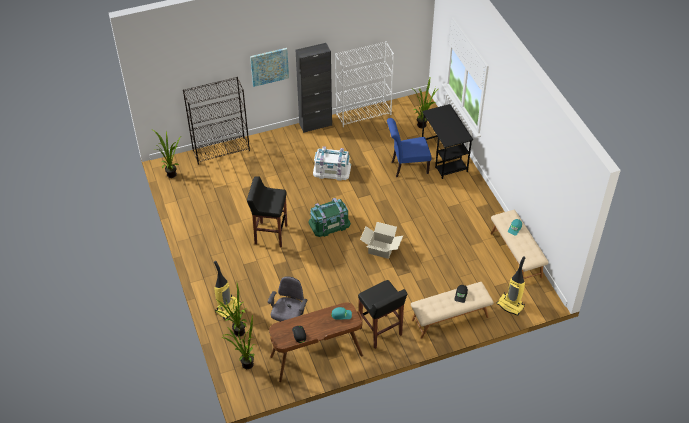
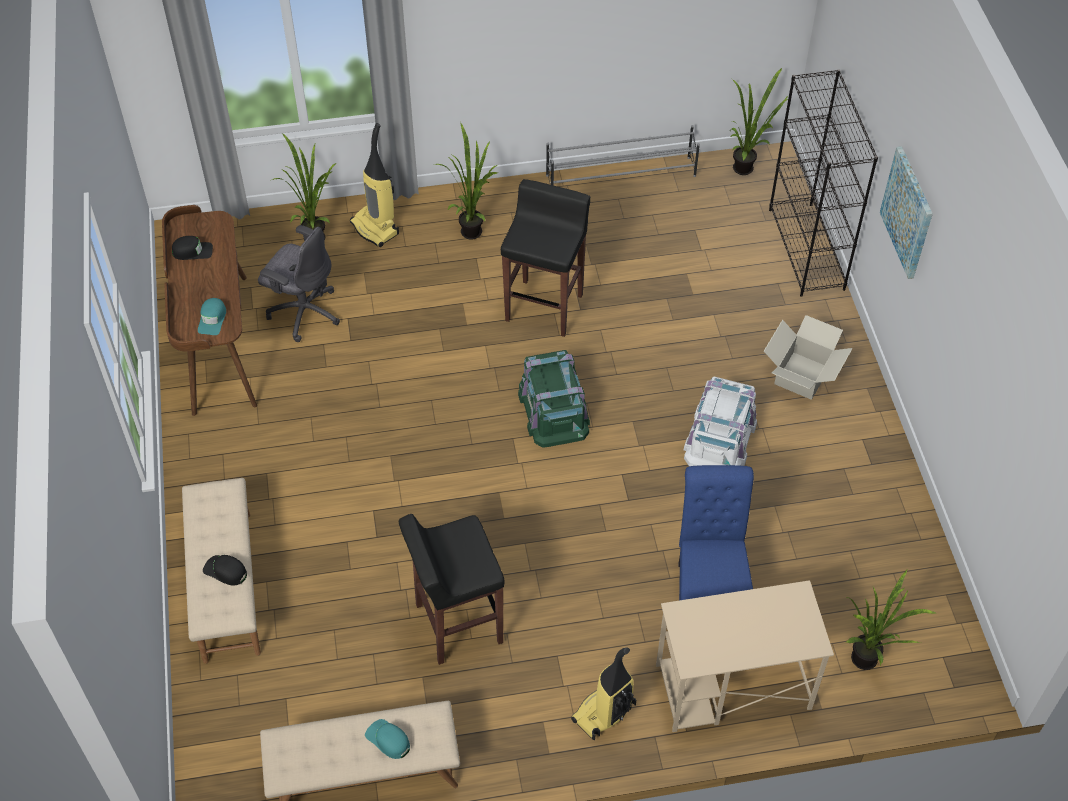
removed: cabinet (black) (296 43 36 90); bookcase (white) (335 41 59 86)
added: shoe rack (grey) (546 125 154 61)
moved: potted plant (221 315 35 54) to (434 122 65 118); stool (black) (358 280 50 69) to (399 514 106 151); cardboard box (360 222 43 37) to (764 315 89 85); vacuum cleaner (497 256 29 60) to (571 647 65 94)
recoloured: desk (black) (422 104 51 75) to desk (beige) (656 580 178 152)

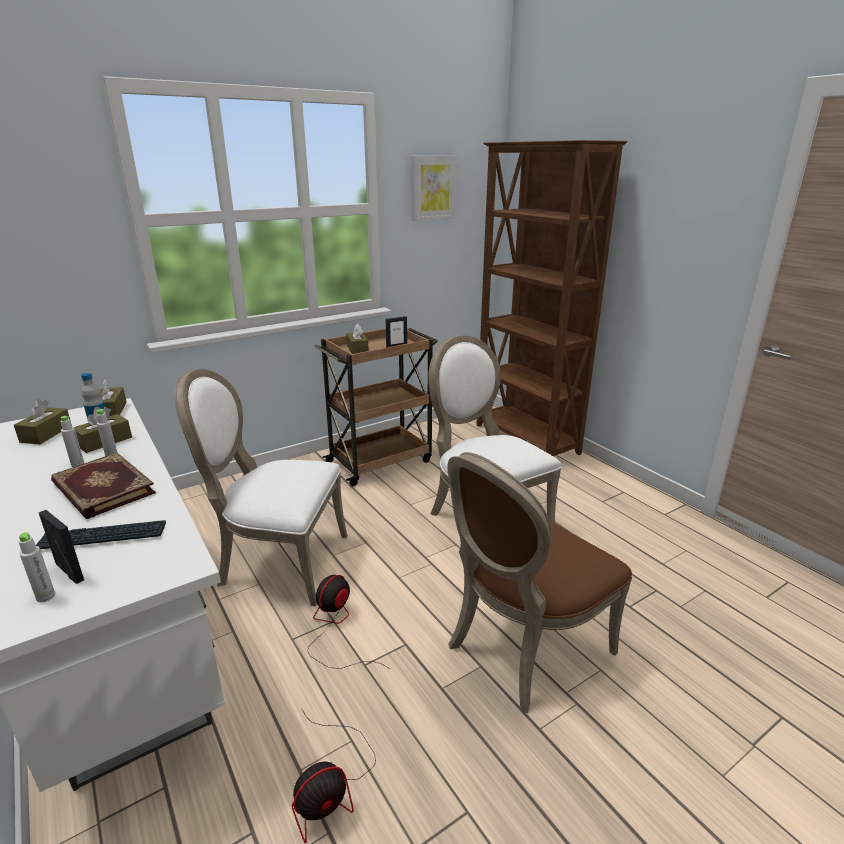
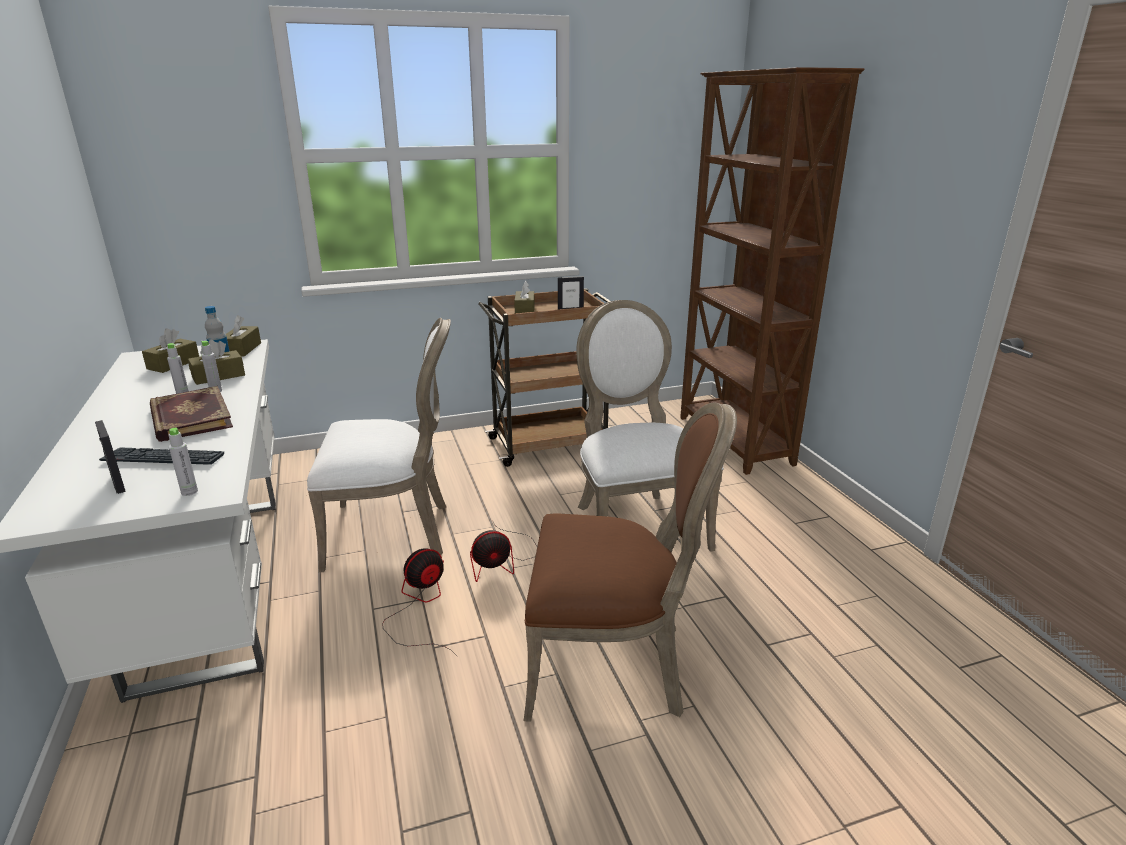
removed: picture (411 155 46 66)
moved: bottle (grey) (19 533 36 69) to (169 428 29 68); fan (292 708 84 136) to (470 520 67 62)
turned: chair (white) (174 369 174 237) = (307 318 144 254) 150 degrees clockwise; chair (brown) (448 452 184 261) = (524 402 213 320) 150 degrees counterclockwise

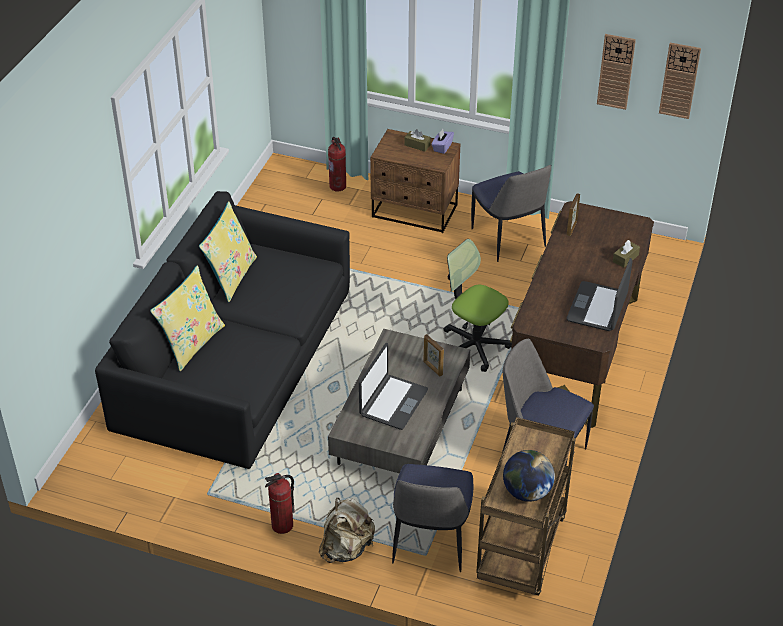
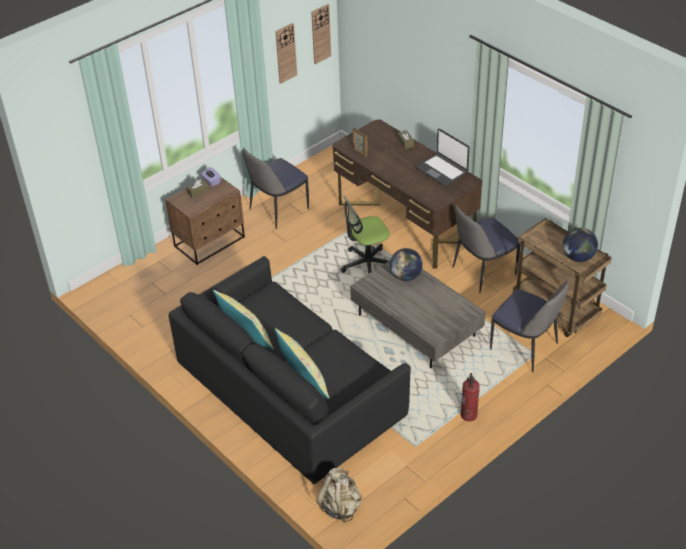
removed: fire extinguisher (328 137 18 54); laptop (359 343 69 87)
moved: backpack (beige) (319 498 56 65) to (316 468 46 54)
replaced: picture frame (423 334 21 43) to globe (390 248 33 33)
turned: chair (471 165 80 97) = (242 148 67 81) 135 degrees clockwise

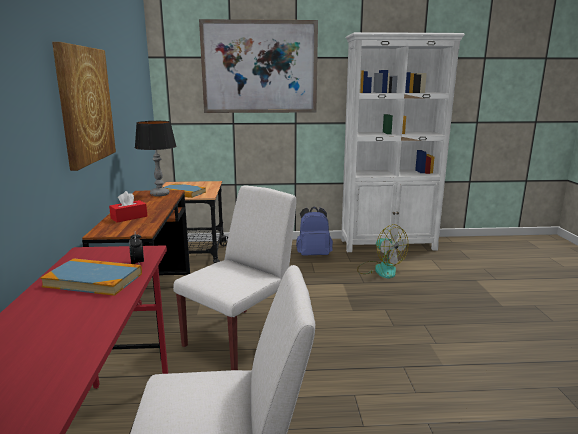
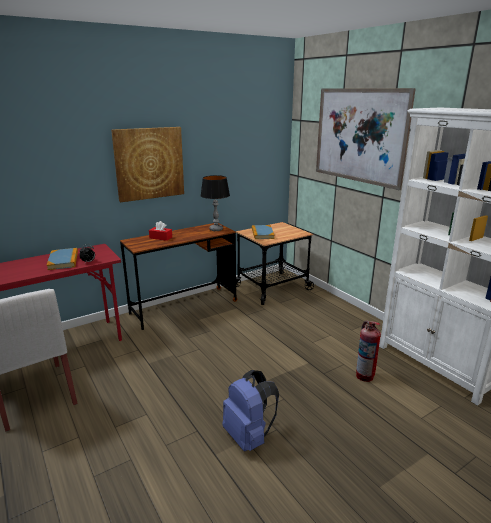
removed: chair (white) (173 185 124 185)
moved: backpack (blue) (296 207 37 49) to (222 370 57 82)
replaced: fan (357 224 51 54) to fire extinguisher (356 320 25 62)

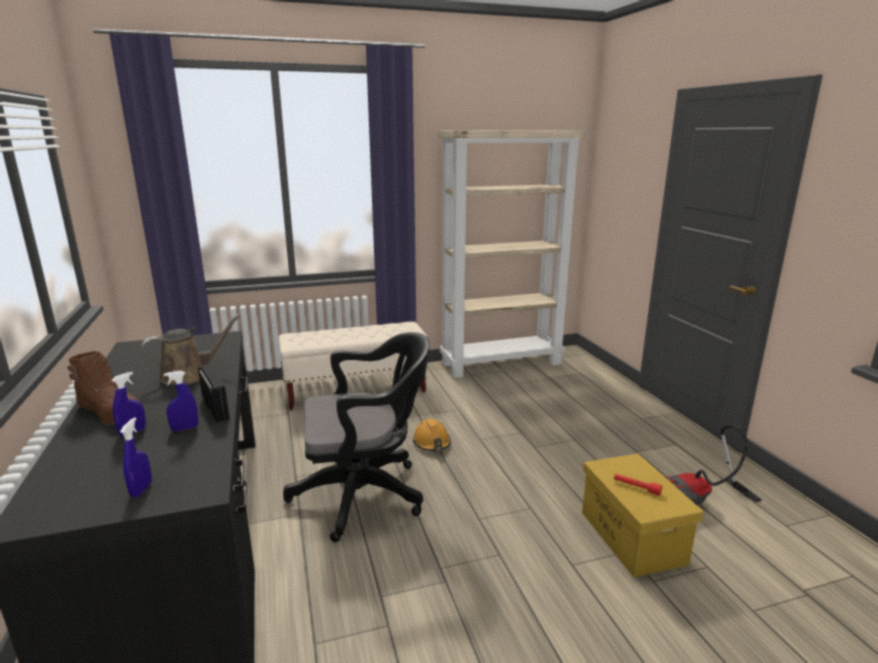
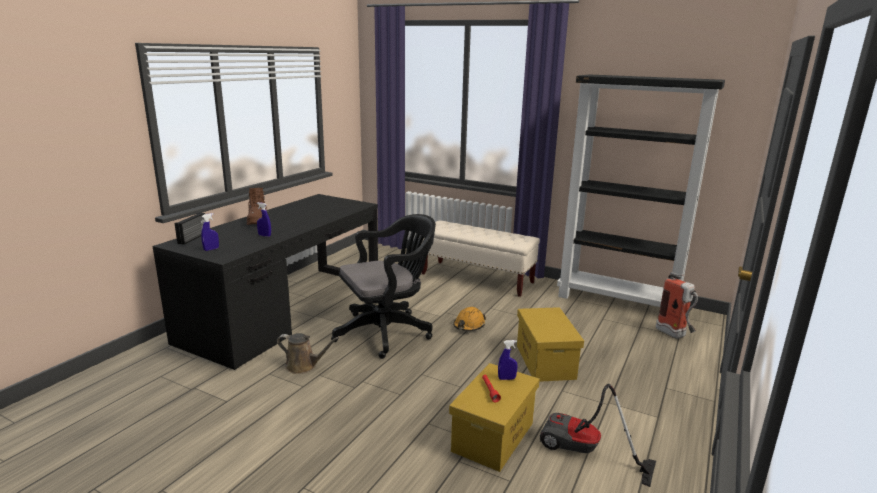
added: storage box (yellow) (517 307 67 75); fire extinguisher (656 272 42 67)
moved: spray bottle (blue) (112 372 34 65) to (498 340 20 40); watering can (brown) (141 314 100 71) to (277 333 62 41); radio (198 364 32 58) to (175 213 30 32)
recoloured: bookcase (beige) (438 130 147 248) to bookcase (black) (557 74 168 233)
turned: office chair (black) (283 332 147 210) = (331 214 105 145) 60 degrees counterclockwise

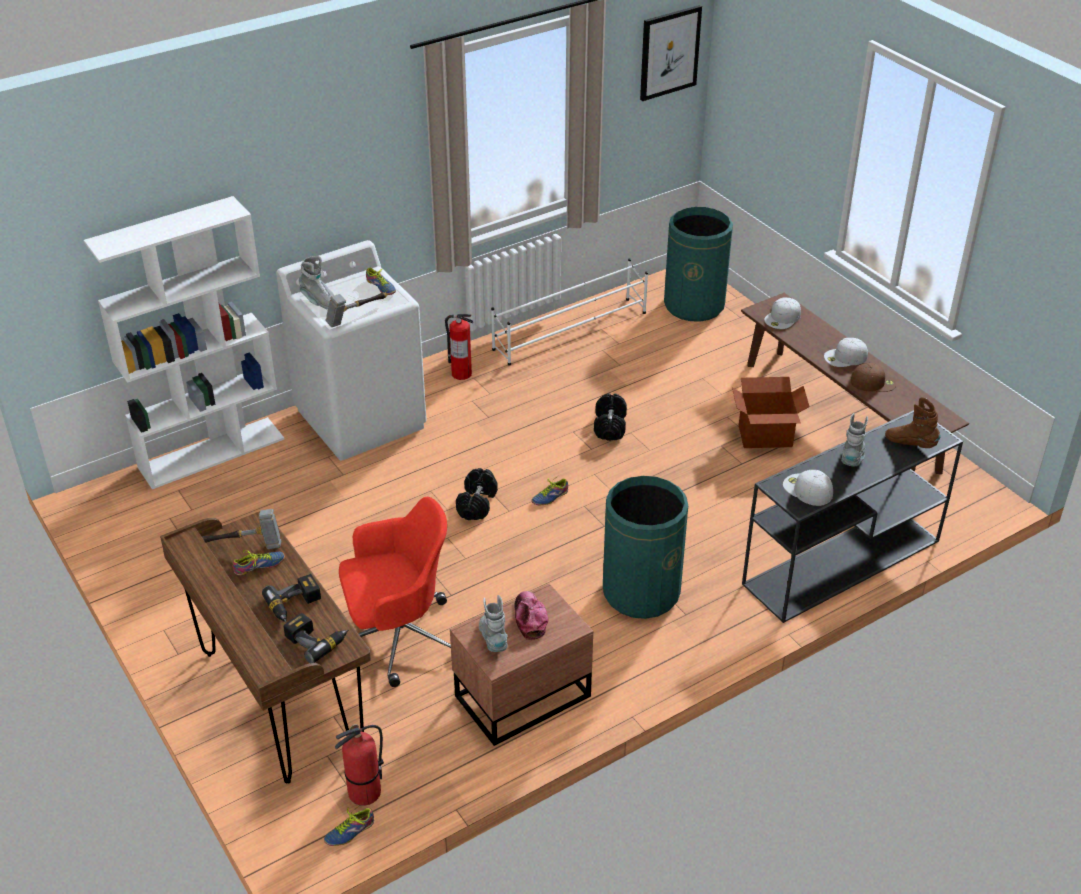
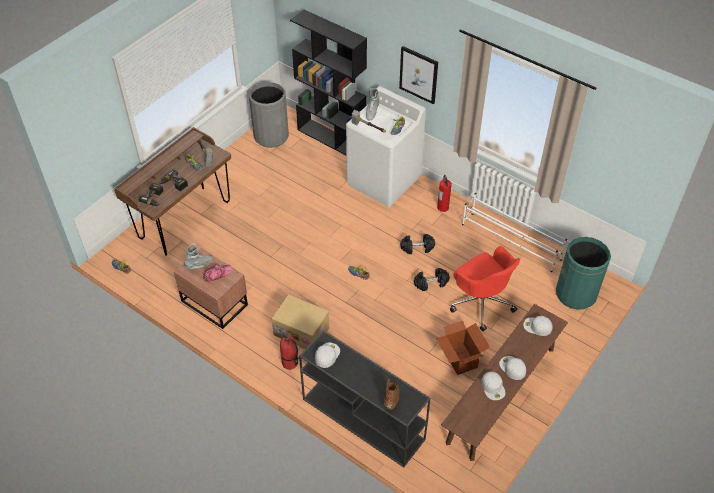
removed: boot (grey) (841 413 27 54)
added: trash can (grey) (249 82 40 66)
moved: fire extinguisher (335 724 49 82) to (278 329 21 41); office chair (red) (339 497 112 190) to (450 246 70 85); dumbbell (black) (456 468 42 52) to (400 234 35 20); picture (640 5 62 96) to (399 46 39 58)
replaced: trash can (green) (603 476 85 143) to cardboard box (272 294 57 55)
recoloured: bookcase (white) (84 196 200 293) to bookcase (black) (290 10 77 145); cap (brown) (851 363 45 29) to cap (white) (481 372 24 28)

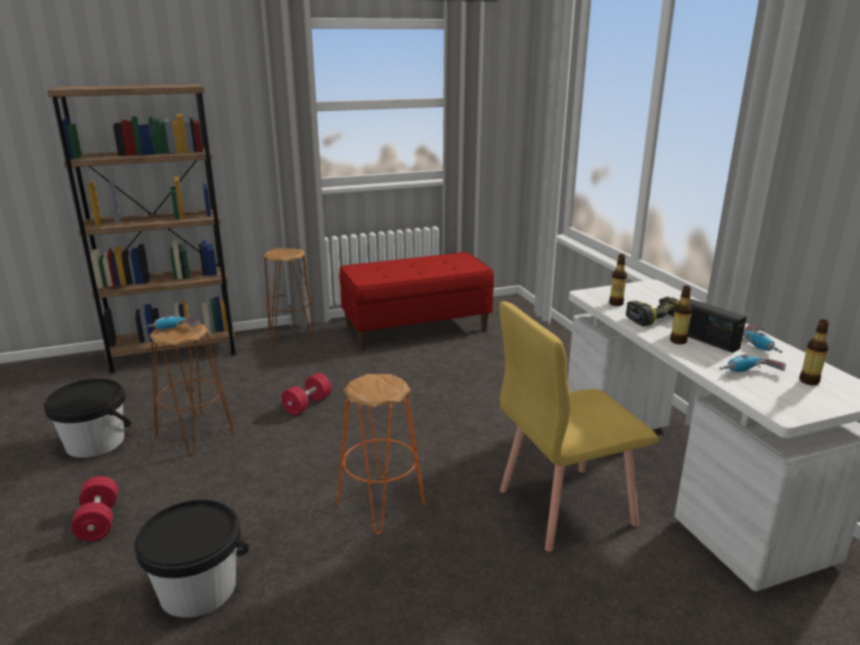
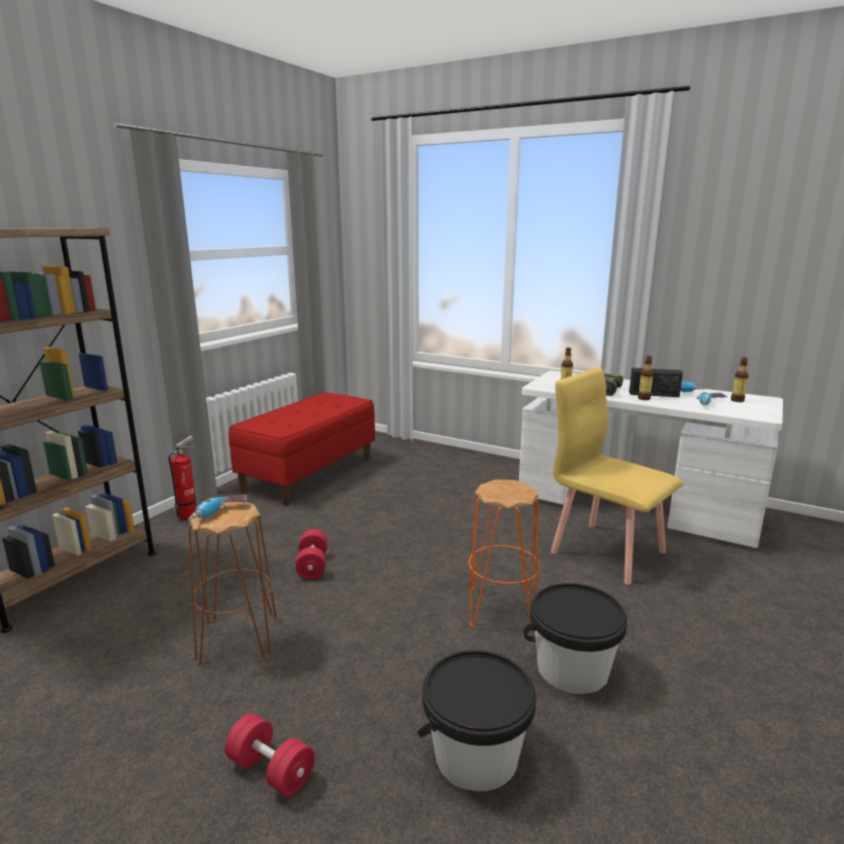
moved: bucket (black) (44 378 87 80) to (523 583 104 111)
replaced: stool (brown) (263 248 52 96) to fire extinguisher (168 436 29 84)
turned: chair (yellow) (499 301 160 251) = (551 367 132 218) 105 degrees clockwise

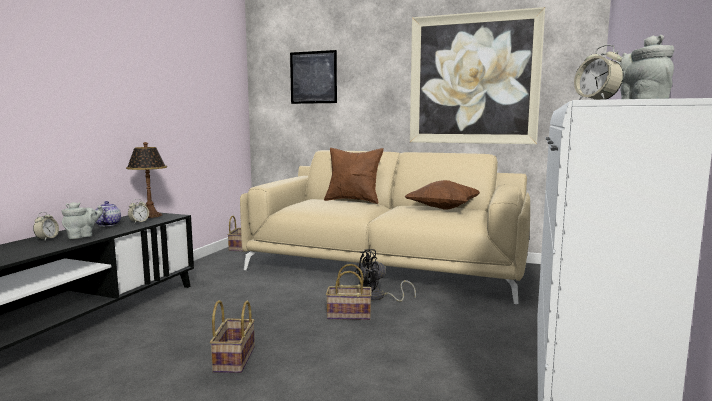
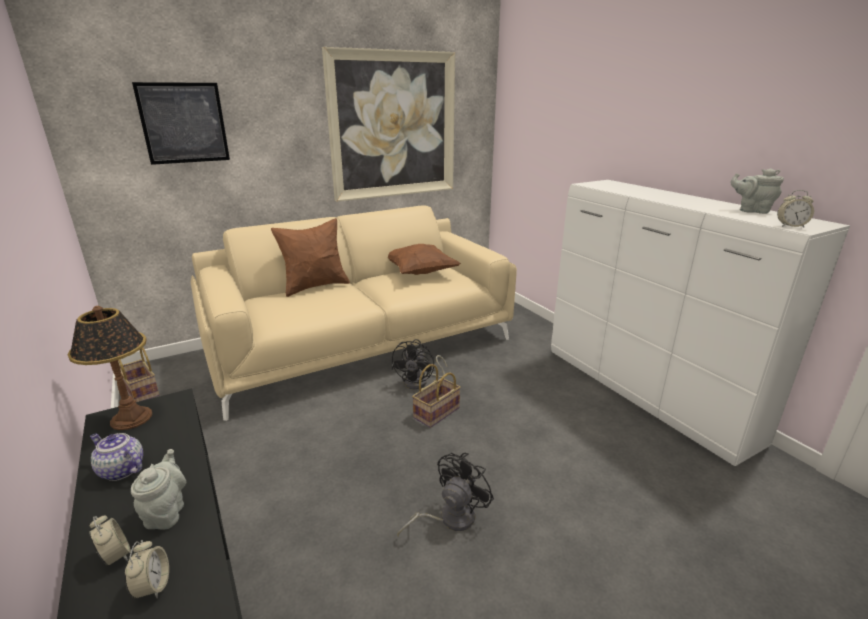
moved: alarm clock (128 199 21 24) to (125 540 44 59)
replaced: basket (210 300 45 73) to fan (black) (397 453 97 84)

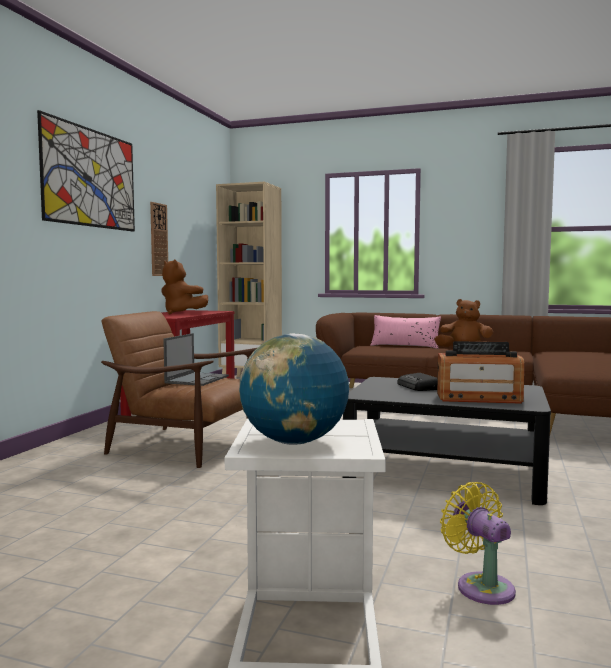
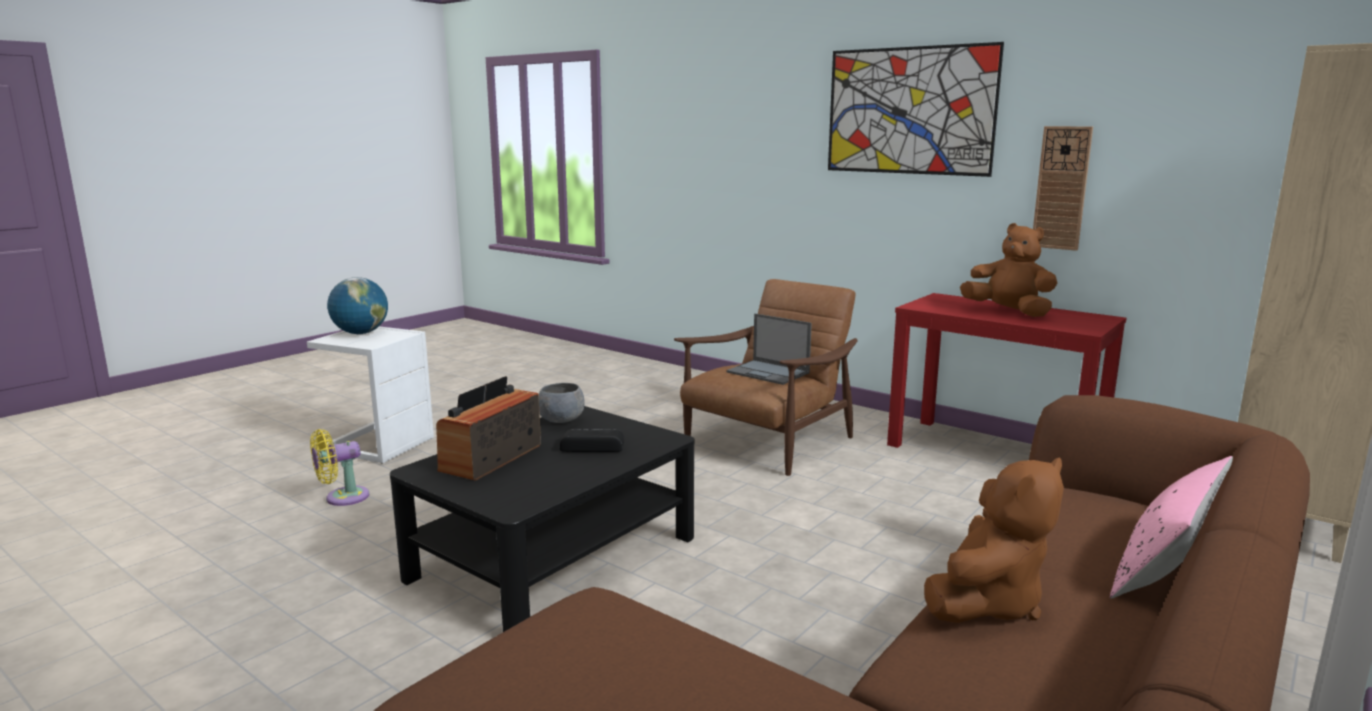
added: bowl (grey) (539 383 46 40)
turned: plush toy (brown) (162 260 46 55) = (960 223 97 94) 75 degrees clockwise; fan (yellow) (440 482 76 123) = (310 429 59 77) 150 degrees clockwise

